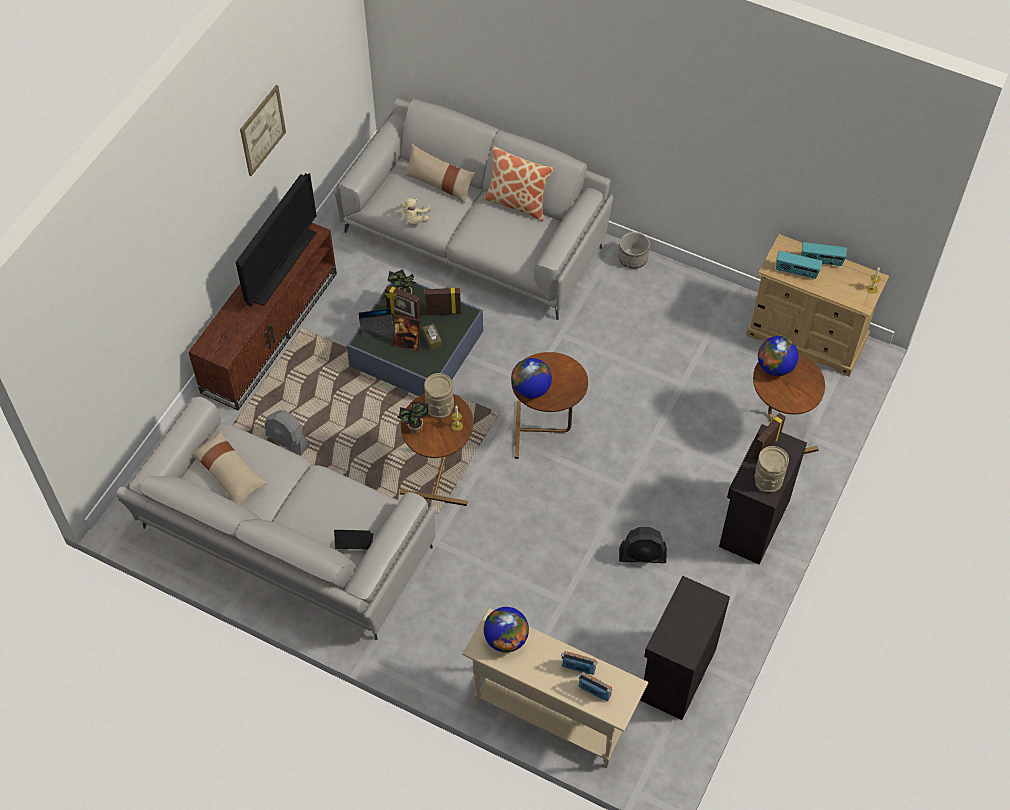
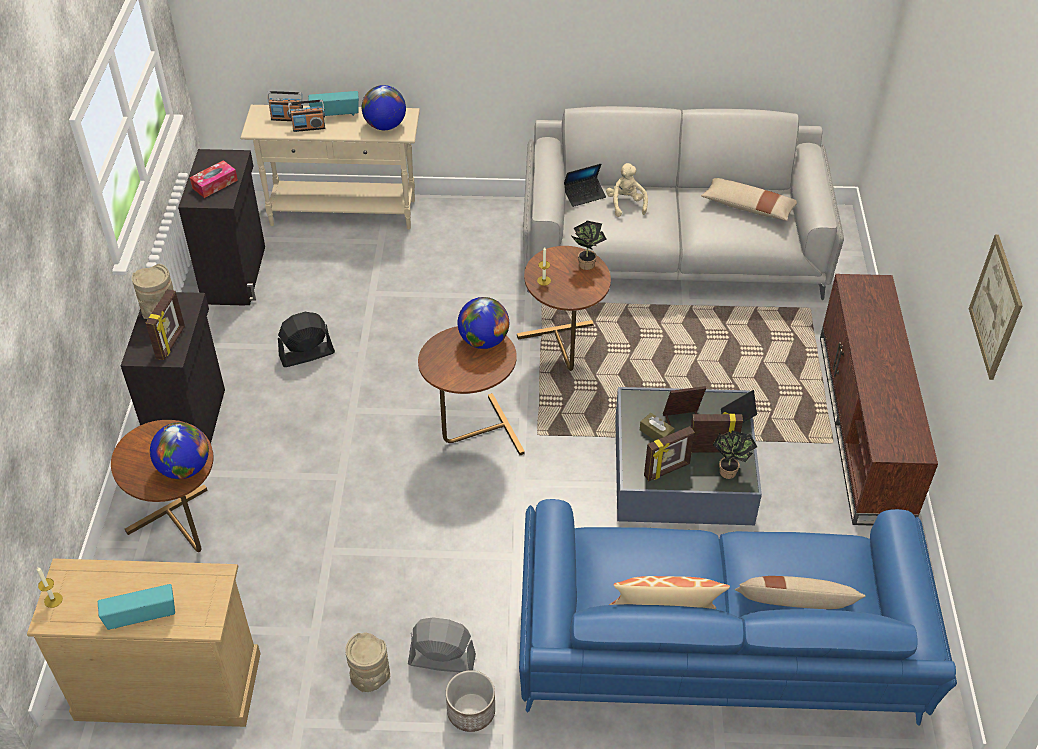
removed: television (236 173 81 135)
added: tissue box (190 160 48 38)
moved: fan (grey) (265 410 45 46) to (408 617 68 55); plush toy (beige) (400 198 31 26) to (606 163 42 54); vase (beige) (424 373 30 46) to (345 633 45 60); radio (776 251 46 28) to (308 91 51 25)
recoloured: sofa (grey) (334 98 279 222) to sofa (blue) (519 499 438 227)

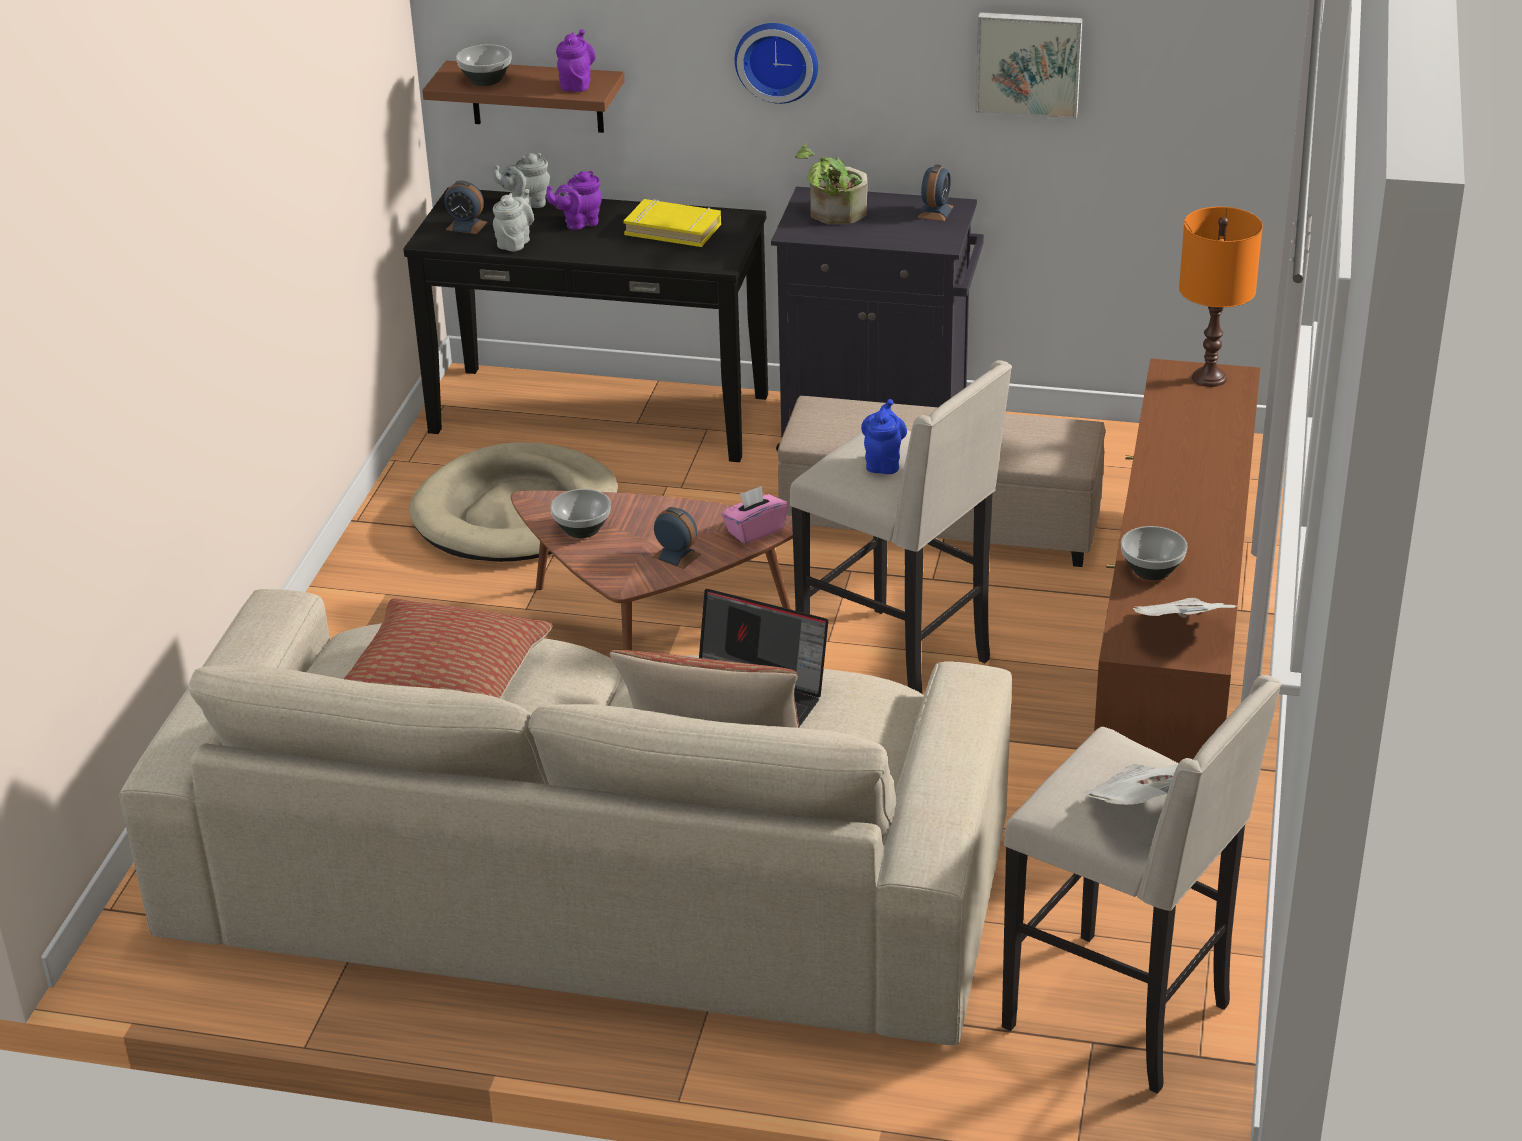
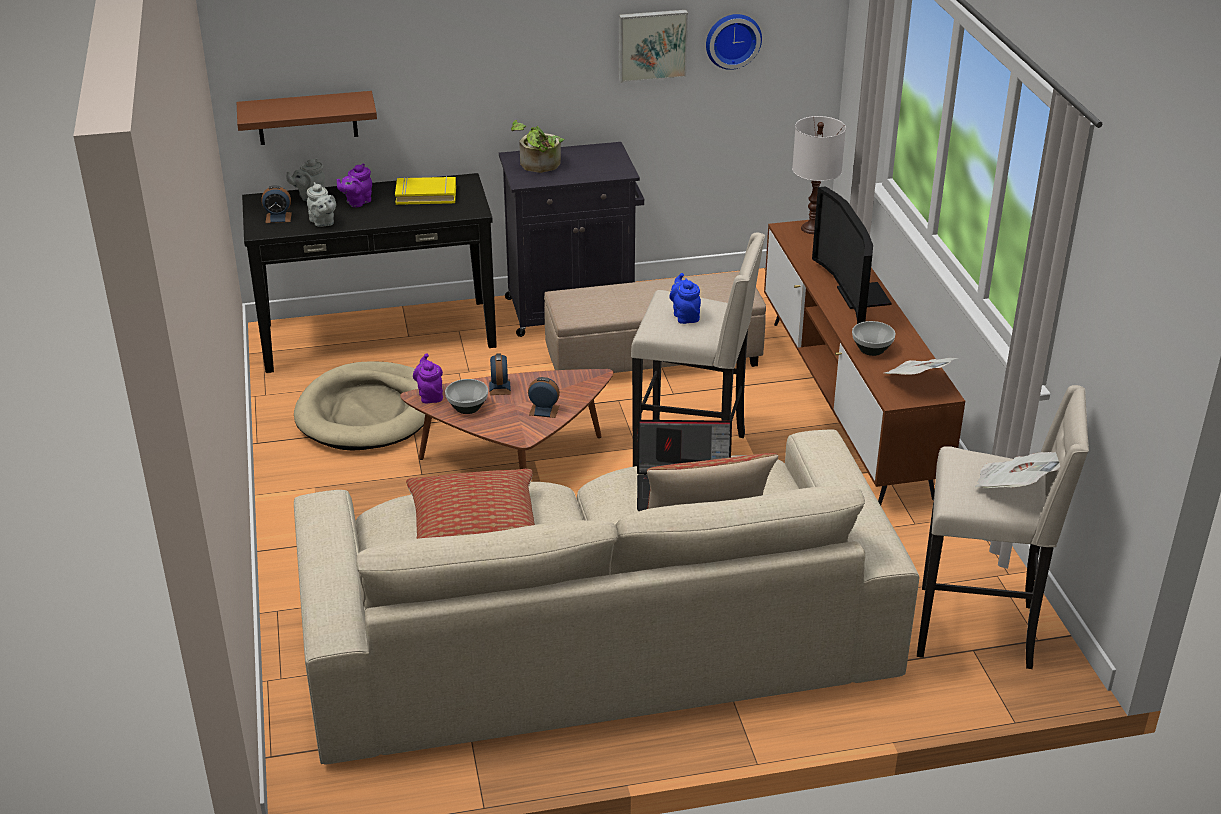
removed: bowl (456 44 56 42); tissue box (pink) (721 486 67 58)
added: television (812 186 80 138)
moved: teapot (purple) (556 29 40 63) to (413 353 30 50); wall clock (735 23 83 81) to (706 14 56 56); alarm clock (917 164 37 57) to (489 353 22 42)
recoloured: table lamp (orange) (1179 207 84 180) to table lamp (white) (792 116 54 118)
turned: teapot (grey) (493 189 41 62) = (307 182 29 45) 150 degrees clockwise

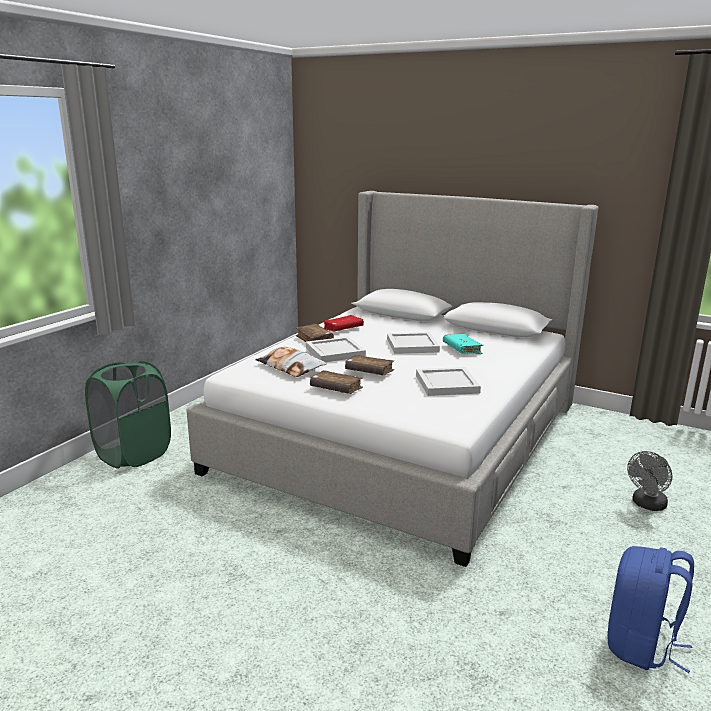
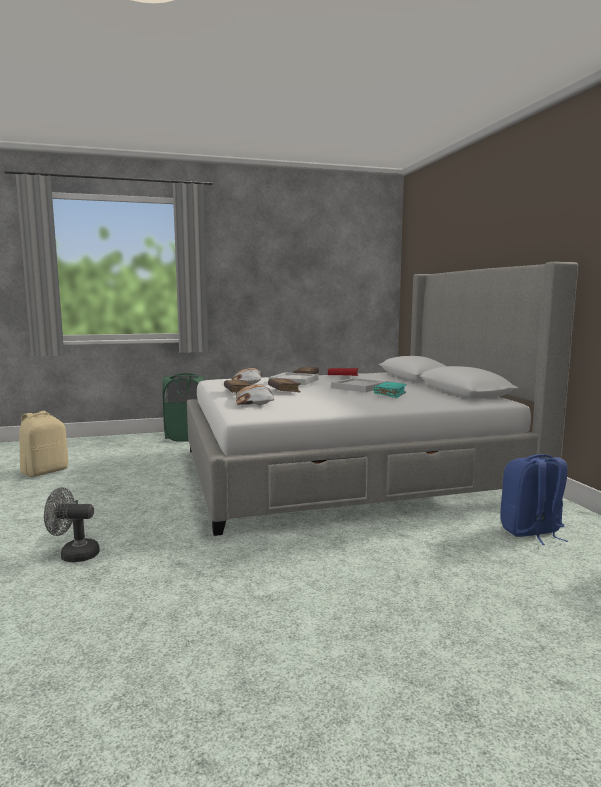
removed: tray (white) (416 367 65 29)
added: backpack (beige) (19 411 49 66); pillow (236 384 38 21)
moved: backpack (blue) (607 546 87 127) to (500 454 68 91); fan (grey) (627 451 45 60) to (44 487 56 75)

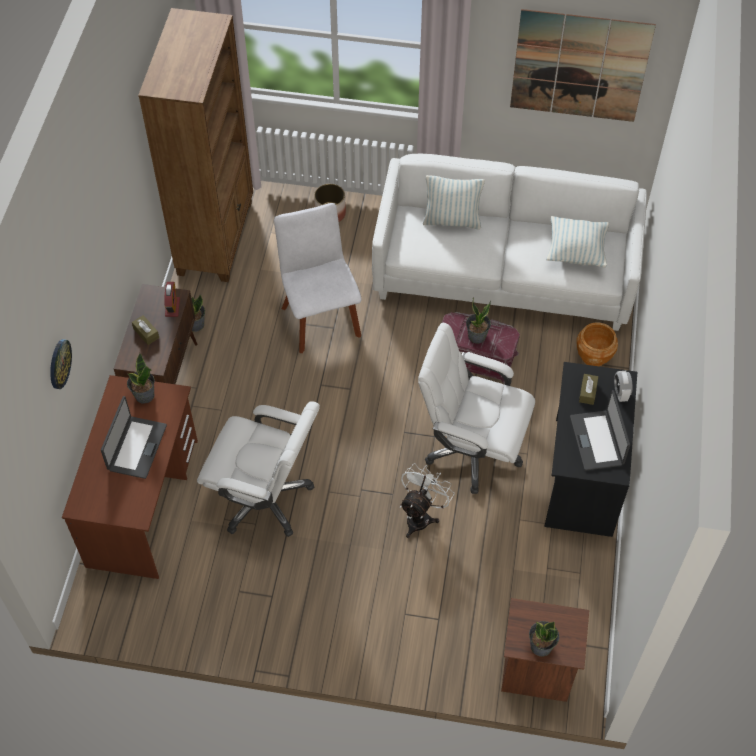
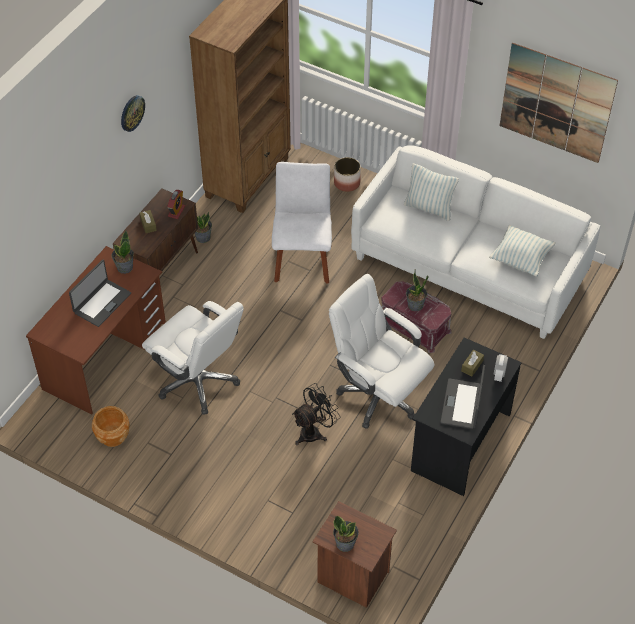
moved: wall clock (50 339 22 50) to (121 95 24 37); planter (brown) (576 322 42 44) to (92 406 37 41)
recoloured: fan (white) (400 463 54 75) to fan (black) (292 383 49 62)

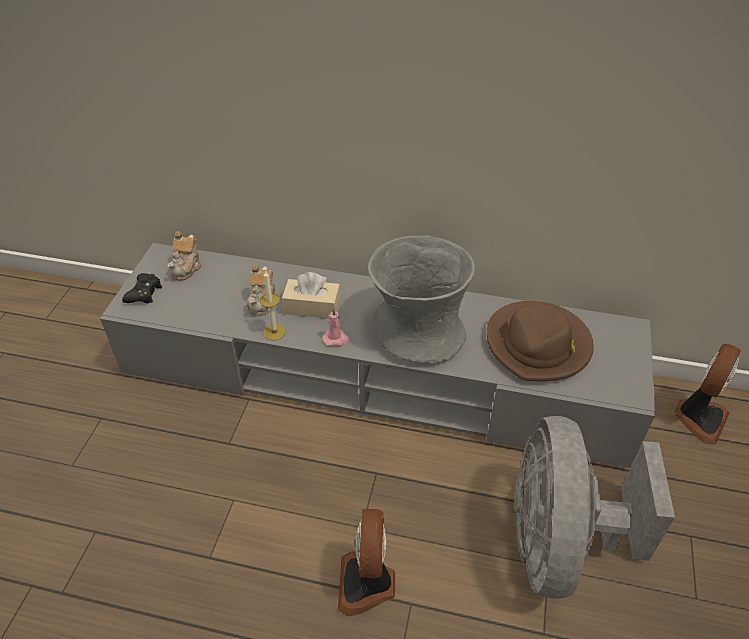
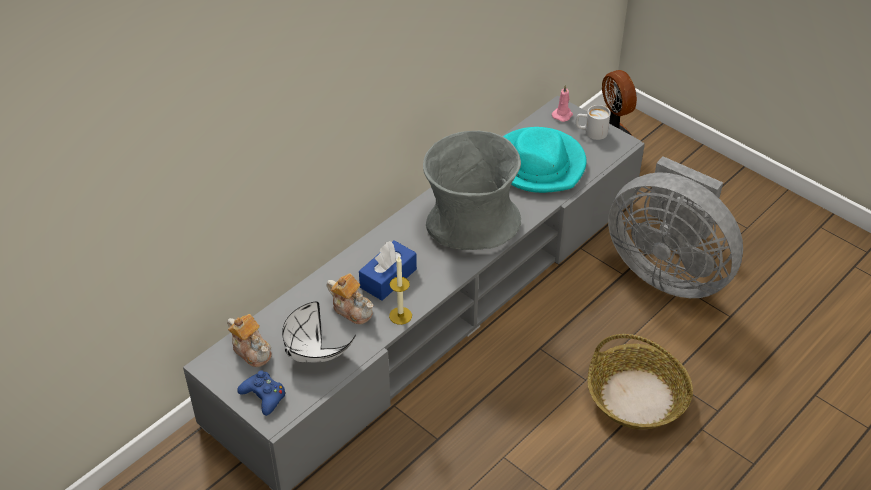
added: bowl (white) (282 302 74 61); mug (white) (576 105 35 35)
moved: candle (pink) (323 308 28 38) to (552 85 21 37)
replaced: fan (338 509 57 107) to basket (587 334 106 95)
recoloured: game controller (black) (122 273 40 30) to game controller (blue) (237 370 48 46); tissue box (beige) (282 272 58 47) to tissue box (blue) (359 240 58 61); hat (brown) (487 301 107 80) to hat (turquoise) (503 127 84 66)

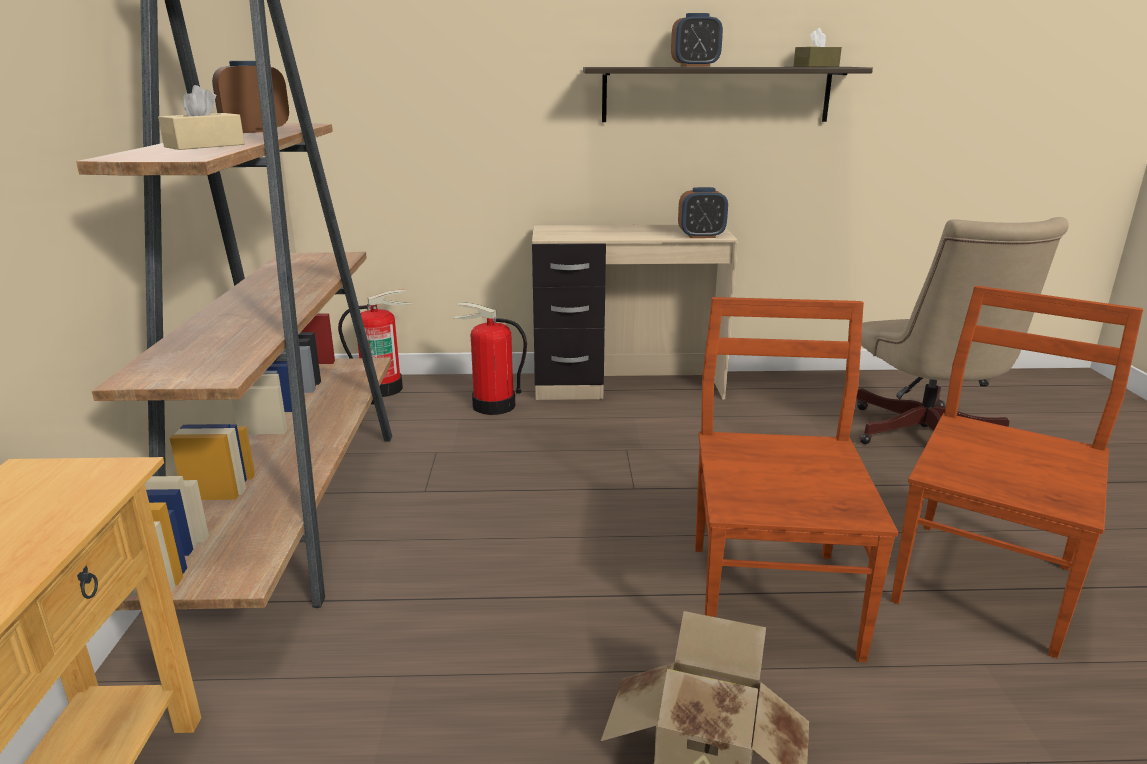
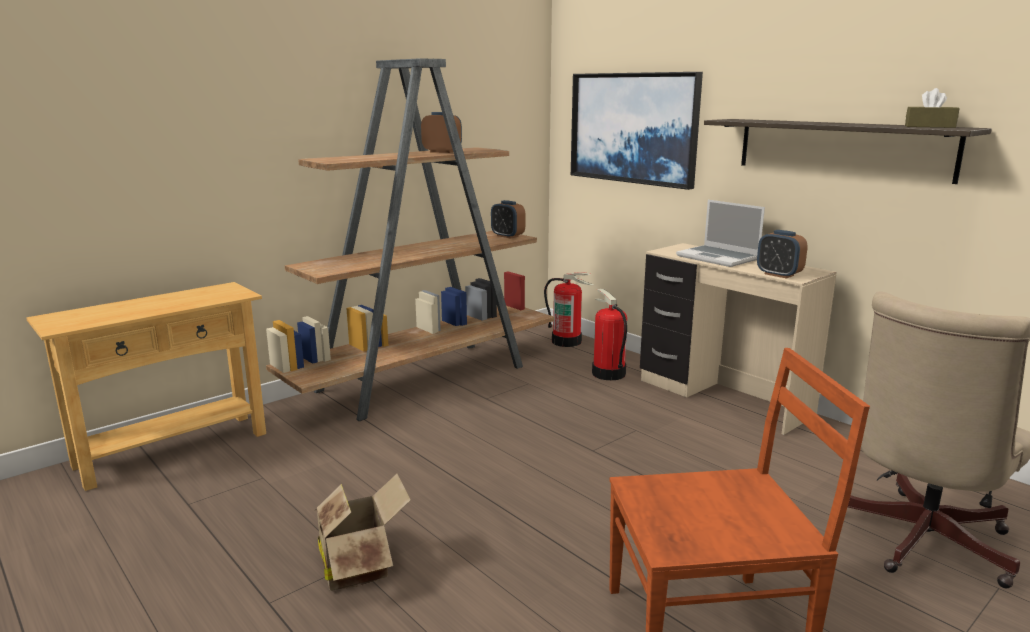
removed: tissue box (beige) (158 85 87 65); chair (brown) (695 297 203 365)
added: picture (571 72 132 118); laptop (676 200 89 67)
moved: alarm clock (671 13 52 54) to (491 200 34 39)

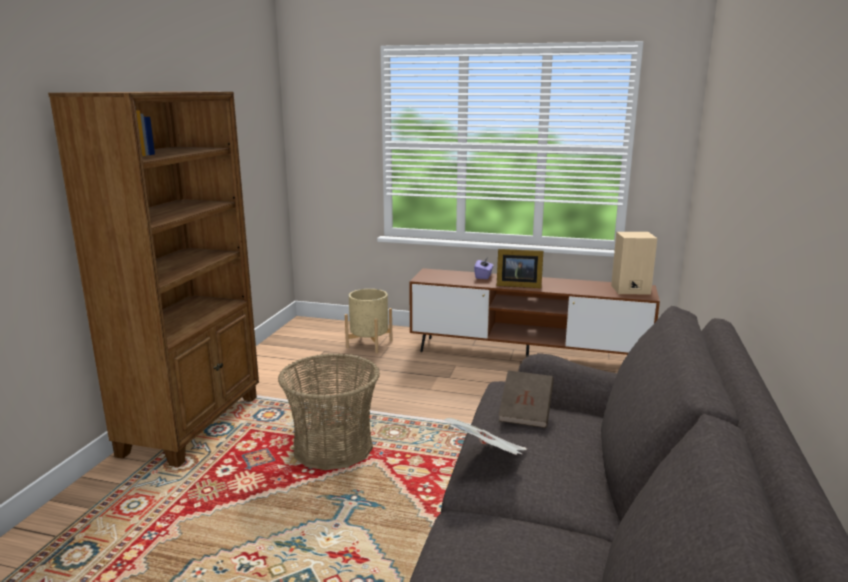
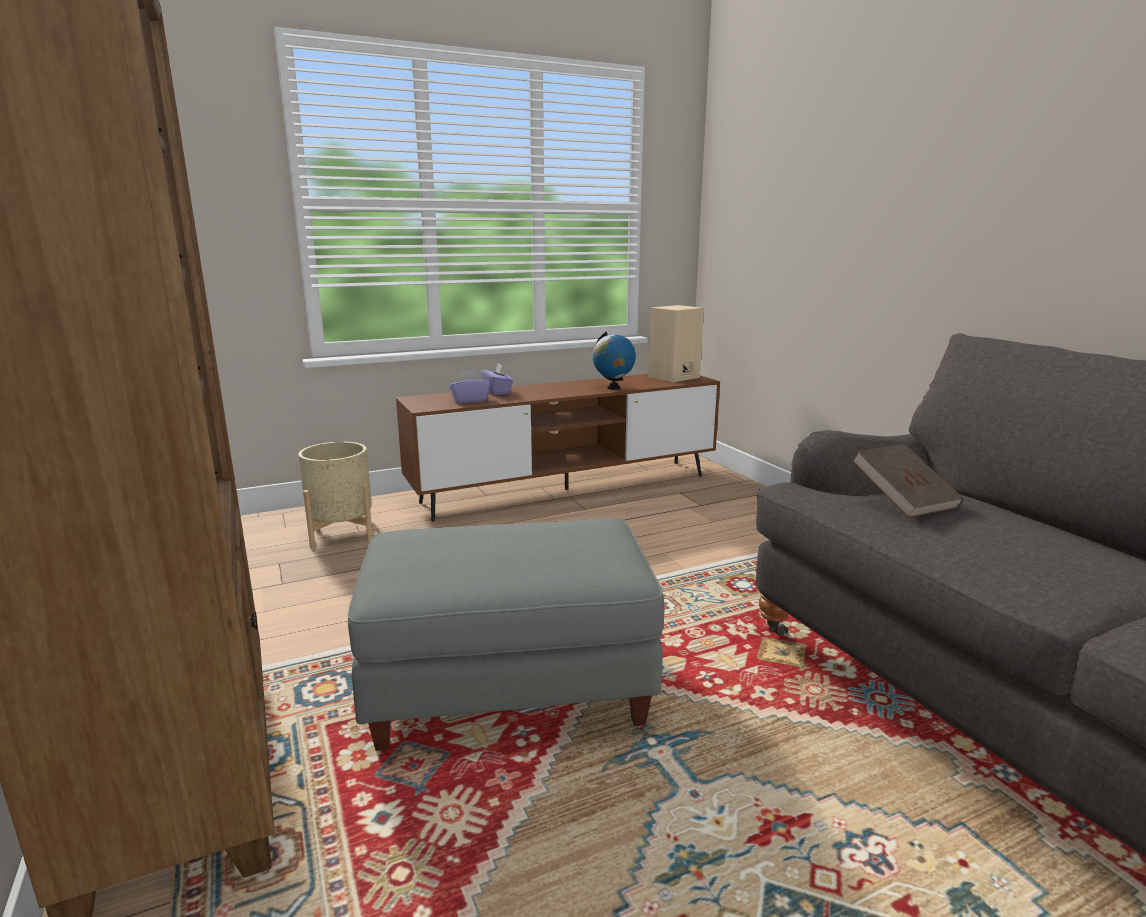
removed: newspaper (444 418 83 37); picture frame (497 249 46 39)
added: tissue box (purple) (449 370 41 33); globe (592 332 44 57)
replaced: basket (278 353 102 117) to ottoman (grey) (348 518 316 233)

